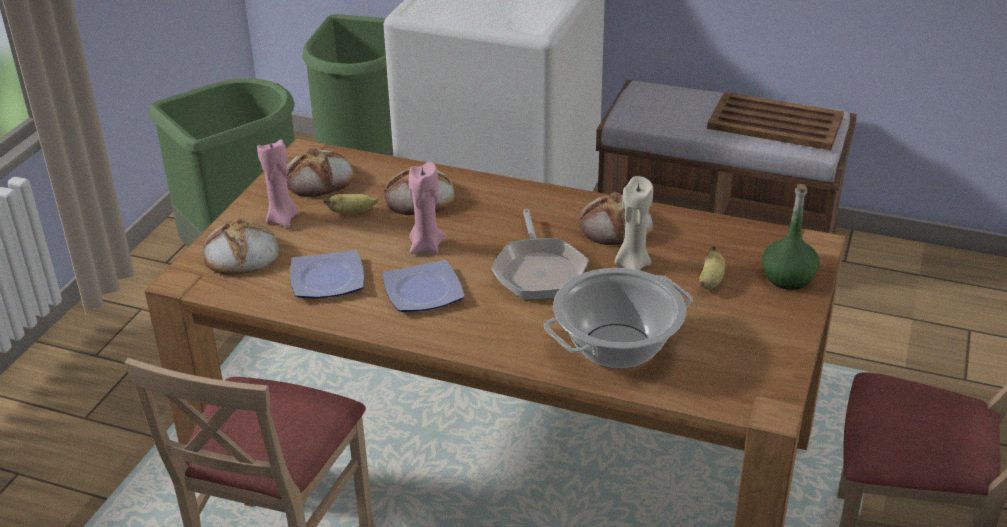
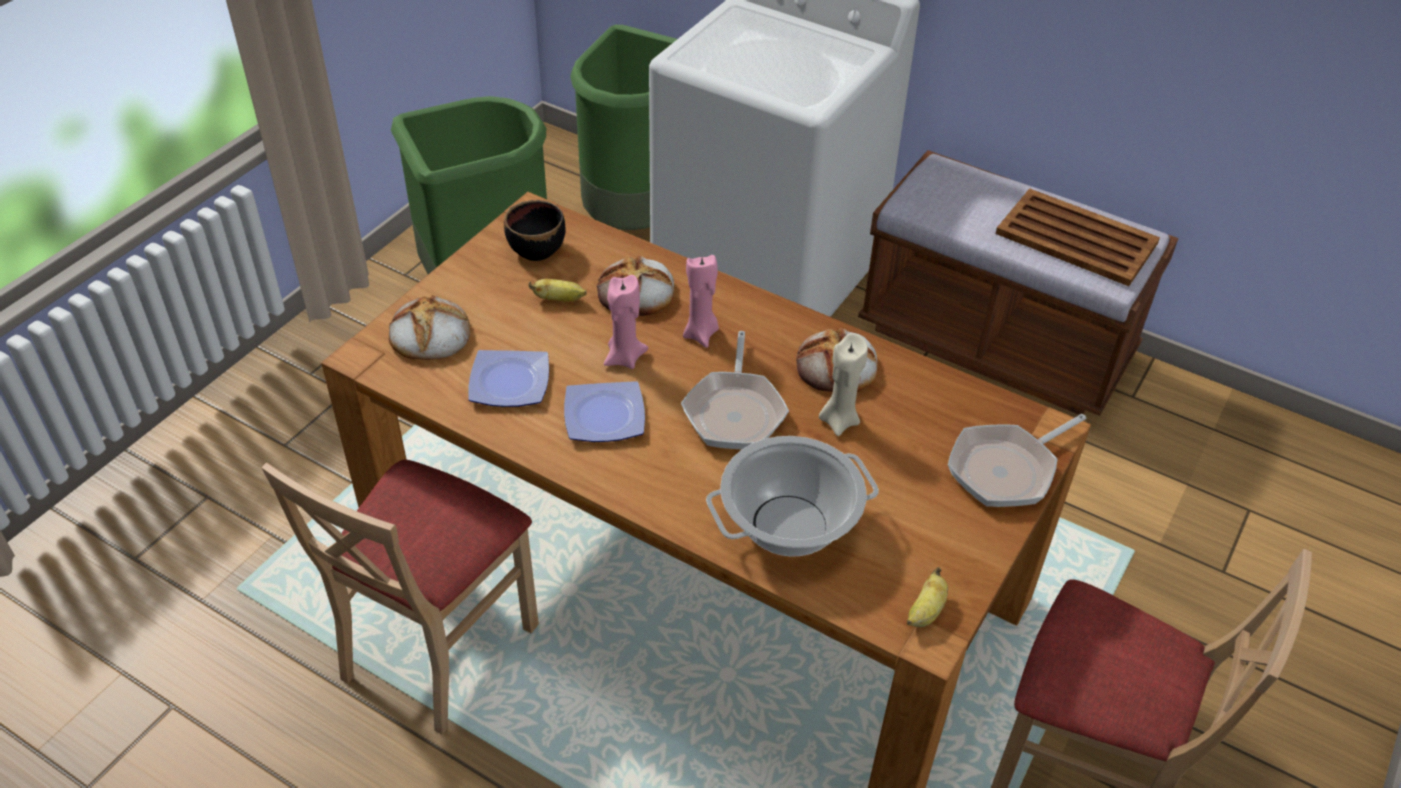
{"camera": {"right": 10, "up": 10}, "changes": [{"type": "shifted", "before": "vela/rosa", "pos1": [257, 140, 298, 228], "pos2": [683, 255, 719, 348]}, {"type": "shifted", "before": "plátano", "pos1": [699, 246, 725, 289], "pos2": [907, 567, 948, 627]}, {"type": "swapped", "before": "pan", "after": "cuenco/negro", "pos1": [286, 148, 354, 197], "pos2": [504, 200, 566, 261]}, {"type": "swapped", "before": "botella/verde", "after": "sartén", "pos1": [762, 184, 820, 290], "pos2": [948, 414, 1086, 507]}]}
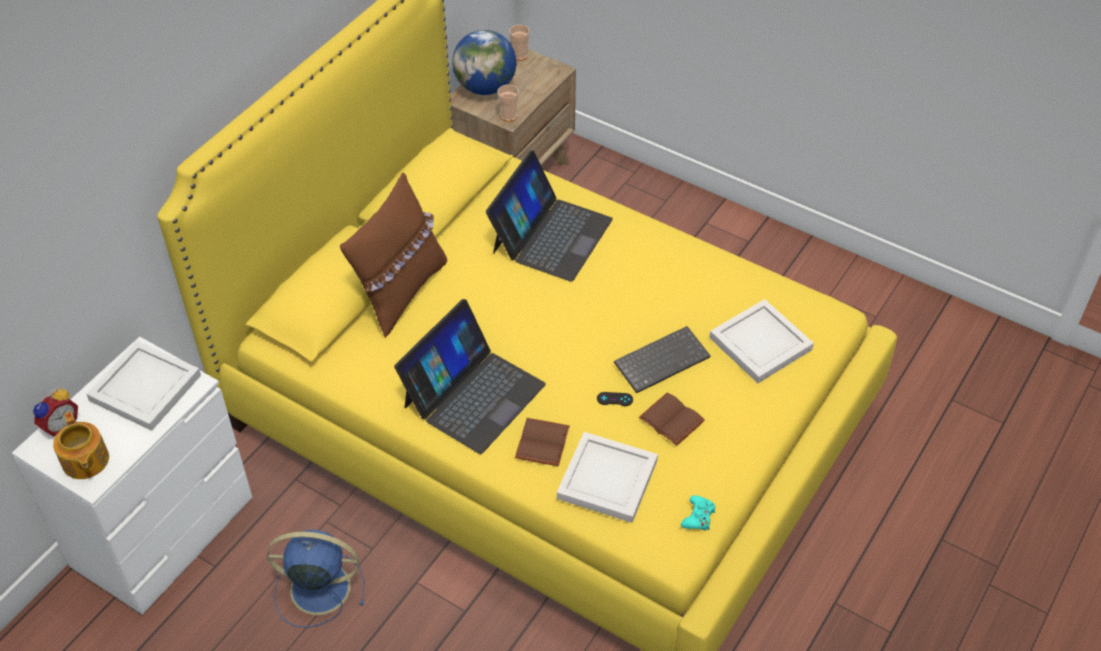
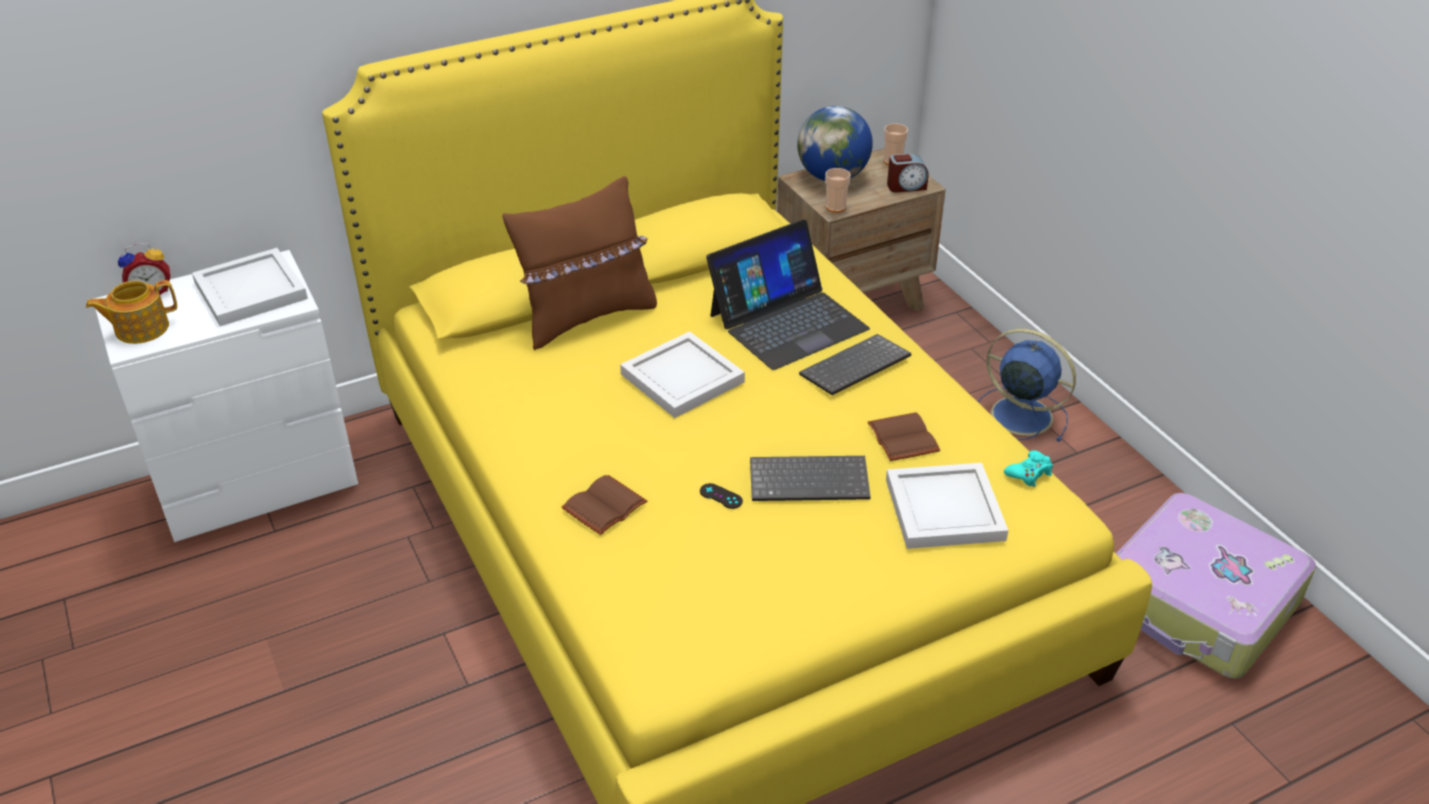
{"camera": {"right": 30, "up": -10}, "changes": [{"type": "gone", "before": "portátil", "pos1": [394, 299, 546, 454]}, {"type": "new", "after": "teclado", "pos2": [799, 334, 911, 395]}, {"type": "new", "after": "despertador", "pos2": [887, 153, 928, 193]}, {"type": "new", "after": "maleta", "pos2": [1116, 493, 1316, 679]}, {"type": "shifted", "before": "ventilador/azul", "pos1": [267, 530, 364, 628], "pos2": [978, 329, 1076, 442]}, {"type": "shifted", "before": "bandeja/blanco", "pos1": [557, 432, 658, 523], "pos2": [620, 331, 745, 418]}, {"type": "shifted", "before": "libro/marrón", "pos1": [639, 393, 705, 446], "pos2": [868, 412, 940, 461]}, {"type": "shifted", "before": "mando de consola/turquesa", "pos1": [681, 495, 715, 530], "pos2": [1004, 450, 1053, 487]}, {"type": "rotated", "before": "tetera", "pos1": [53, 411, 109, 479], "pos2": [86, 280, 177, 344], "turn": 60}]}
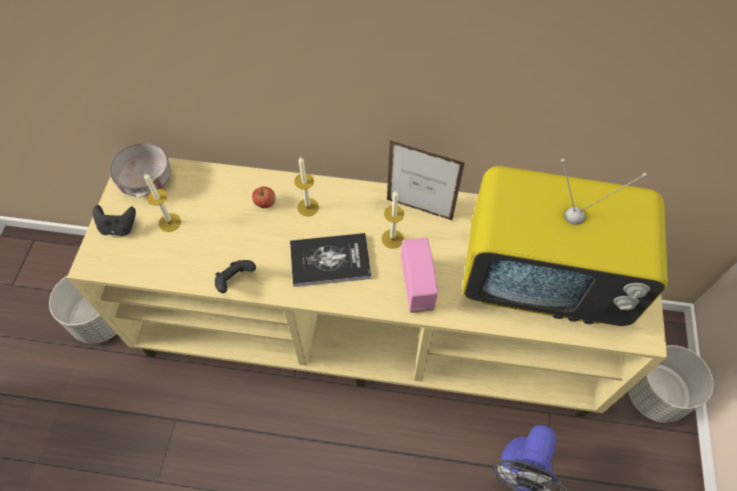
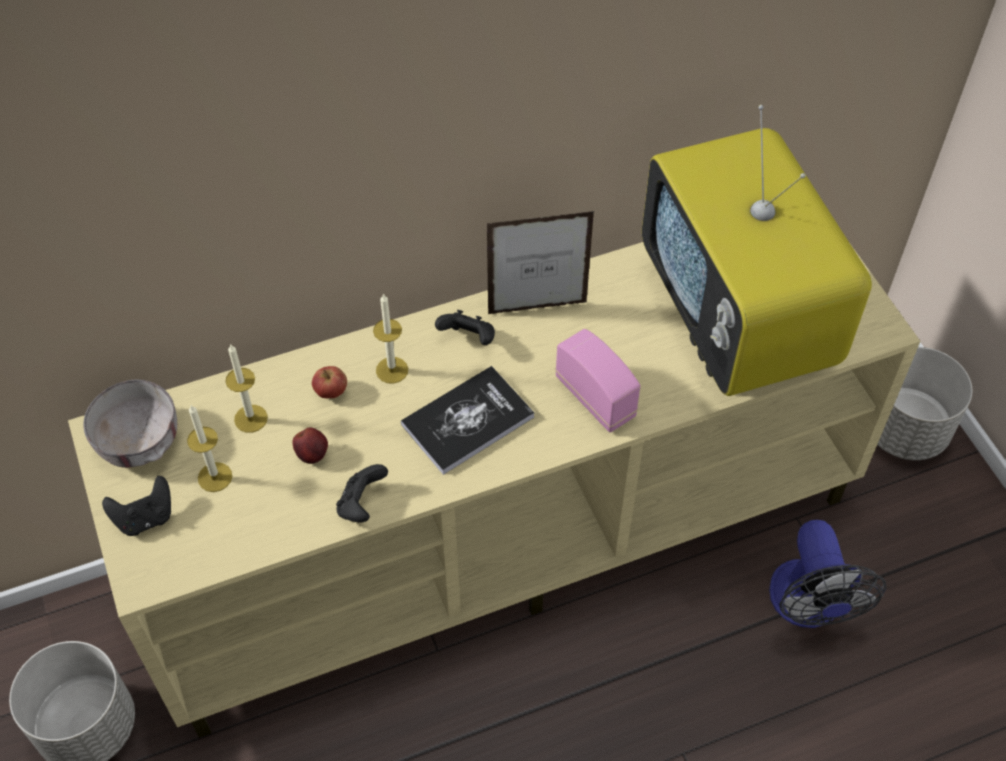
{"camera": {"right": -30, "up": -5}, "changes": [{"type": "new", "after": "manzana", "pos2": [292, 428, 328, 464]}, {"type": "new", "after": "mando de consola/negro", "pos2": [435, 310, 495, 345]}, {"type": "shifted", "before": "vela", "pos1": [381, 191, 404, 249], "pos2": [225, 344, 268, 433]}, {"type": "rotated", "before": "televisor", "pos1": [462, 158, 668, 326], "pos2": [642, 105, 872, 396], "turn": 90}]}
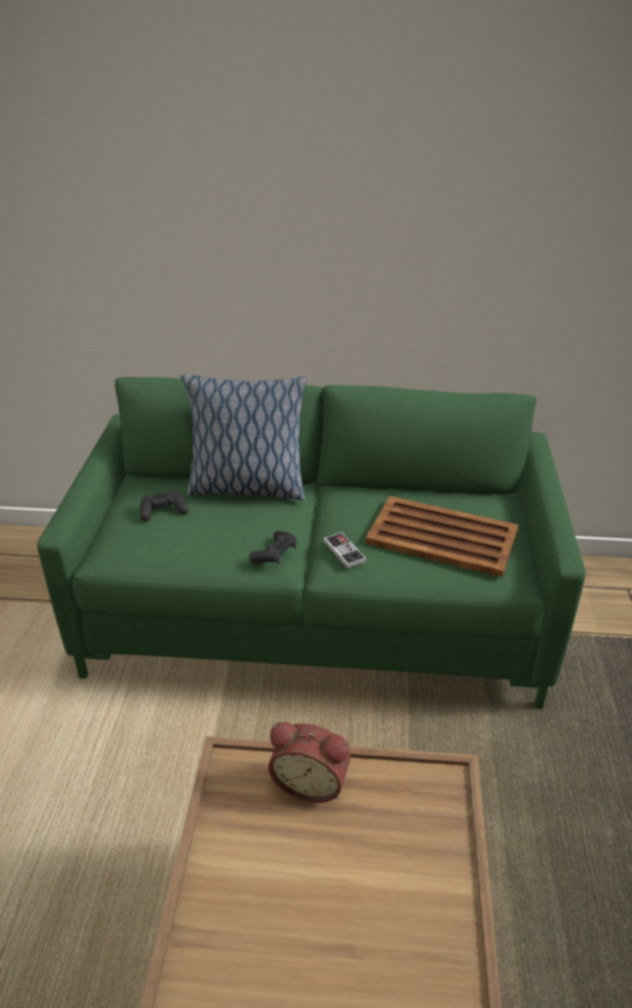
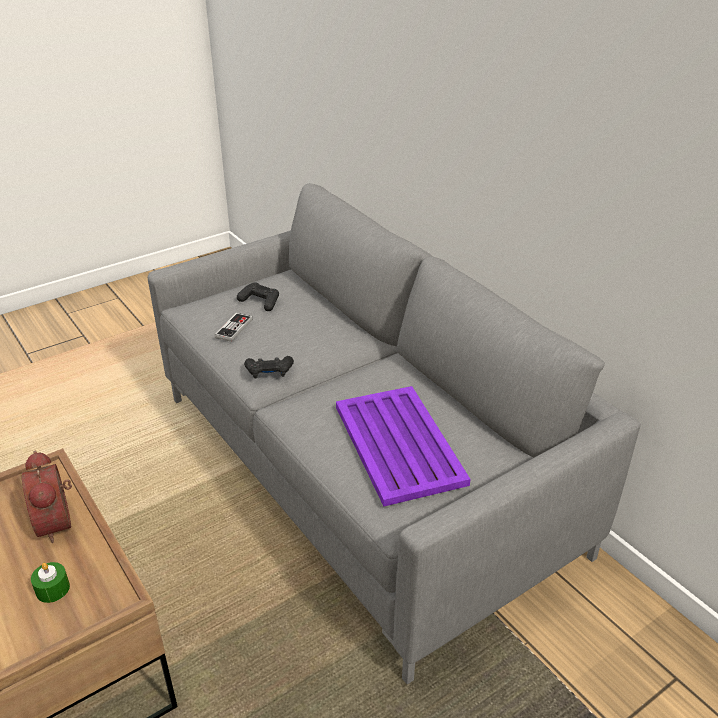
{"camera": {"right": 50, "up": 0}, "changes": [{"type": "gone", "before": "cojín", "pos1": [181, 374, 306, 500]}, {"type": "new", "after": "vela/verde", "pos2": [31, 562, 70, 603]}, {"type": "shifted", "before": "mando de consola", "pos1": [323, 532, 366, 569], "pos2": [215, 313, 253, 342]}, {"type": "repainted", "before": "sofá/verde", "after": "sofá/gris", "pos1": [37, 377, 586, 709], "pos2": [148, 183, 641, 684]}, {"type": "repainted", "before": "bandeja/marrón", "after": "bandeja/morado", "pos1": [365, 496, 518, 577], "pos2": [336, 386, 471, 507]}]}
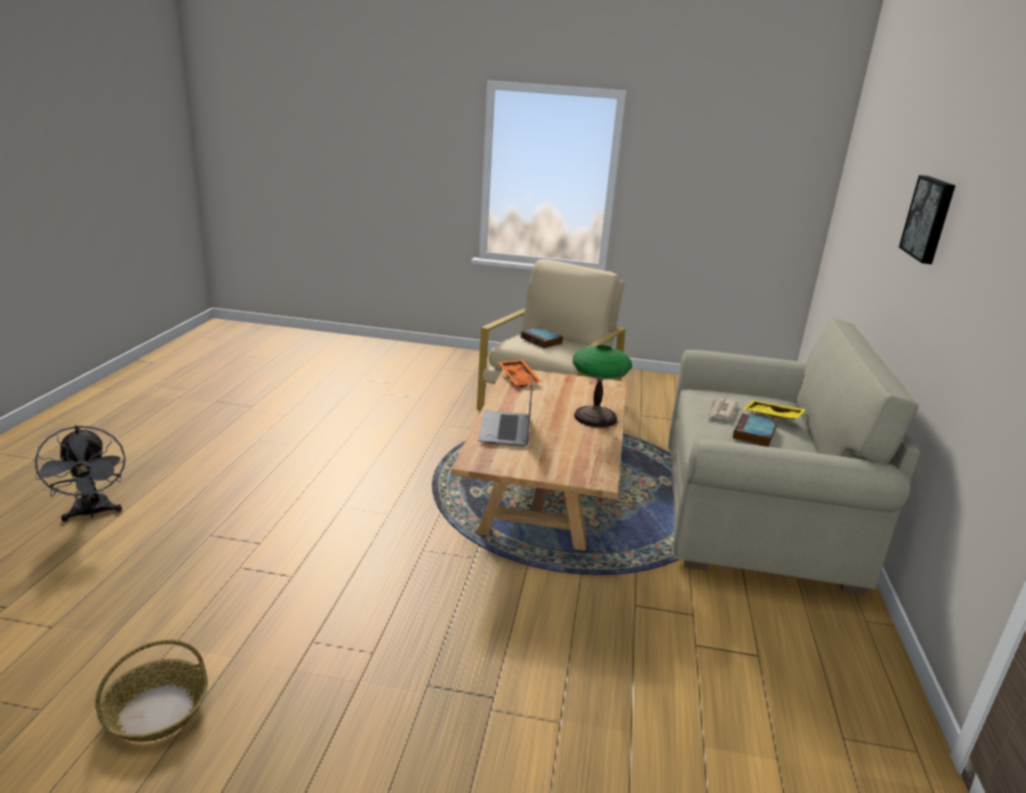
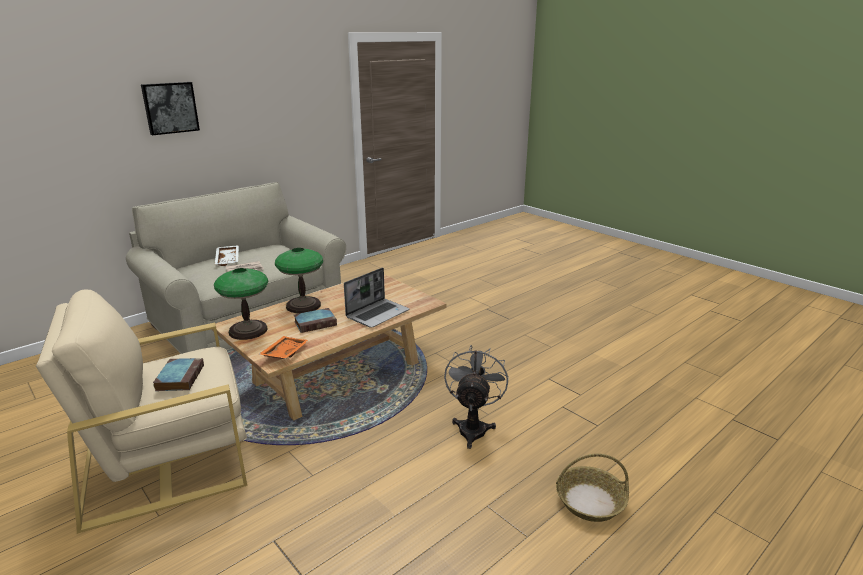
{"camera": {"right": -140, "up": 0}, "changes": [{"type": "new", "after": "lámpara de mesa", "pos2": [214, 268, 268, 340]}, {"type": "shifted", "before": "ventilador/gris", "pos1": [35, 425, 126, 522], "pos2": [444, 345, 509, 449]}, {"type": "shifted", "before": "cesta", "pos1": [95, 640, 208, 742], "pos2": [556, 453, 629, 522]}, {"type": "shifted", "before": "libro", "pos1": [733, 413, 777, 447], "pos2": [294, 308, 337, 333]}, {"type": "repainted", "before": "bandeja/amarillo", "after": "bandeja/blanco", "pos1": [742, 400, 806, 420], "pos2": [215, 245, 239, 266]}]}
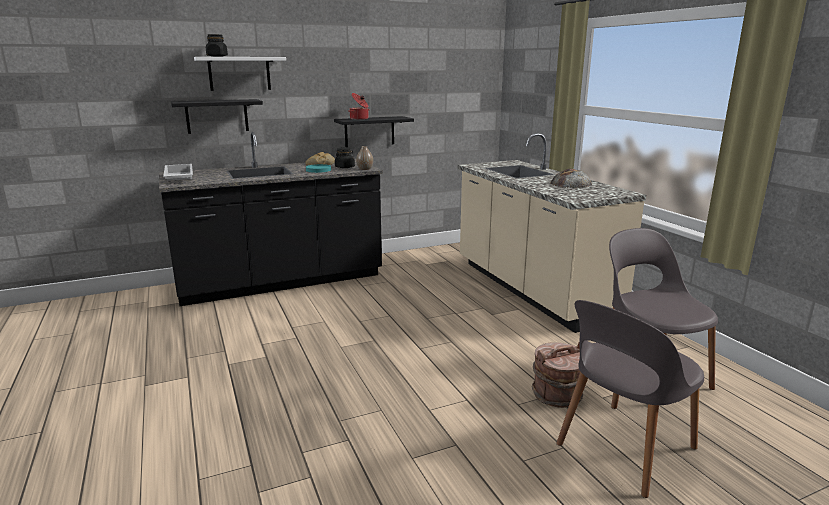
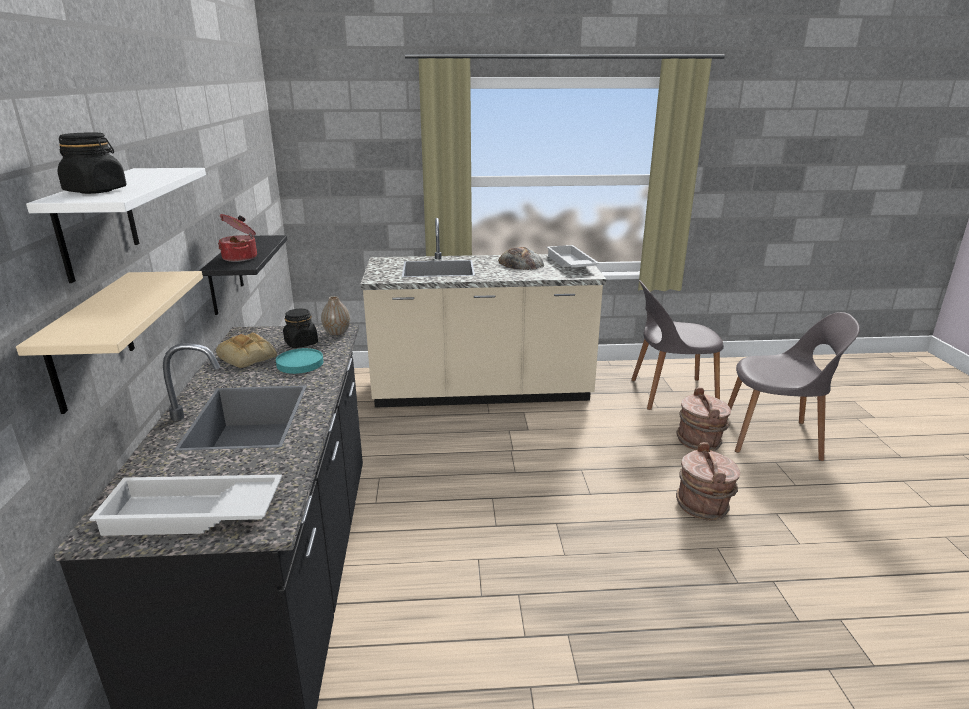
{"camera": {"right": -70, "up": 5}, "changes": [{"type": "new", "after": "bandeja/blanco", "pos2": [547, 245, 599, 267]}, {"type": "new", "after": "cubo/marrón", "pos2": [676, 442, 740, 521]}, {"type": "repainted", "before": "estante/negro", "after": "estante/beis", "pos1": [171, 99, 263, 134], "pos2": [16, 271, 203, 414]}, {"type": "rotated", "before": "silla/gris", "pos1": [556, 300, 704, 498], "pos2": [728, 312, 860, 461], "turn": -60}]}
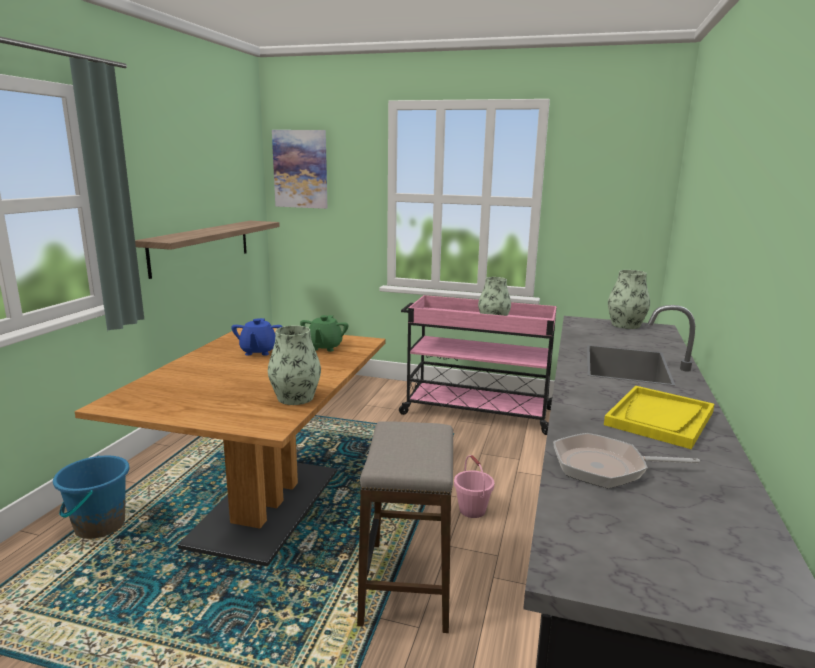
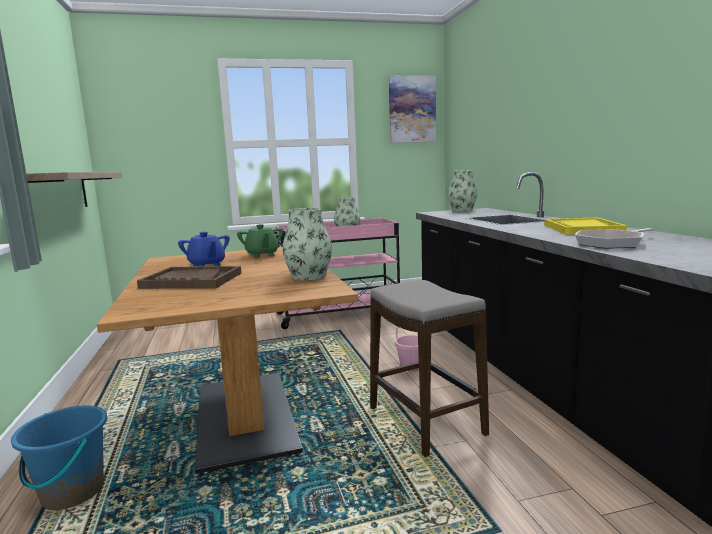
{"camera": {"right": -30, "up": -5}, "changes": [{"type": "new", "after": "bandeja/marrón", "pos2": [137, 266, 241, 289]}, {"type": "shifted", "before": "cuadro", "pos1": [272, 130, 327, 209], "pos2": [389, 75, 436, 143]}]}
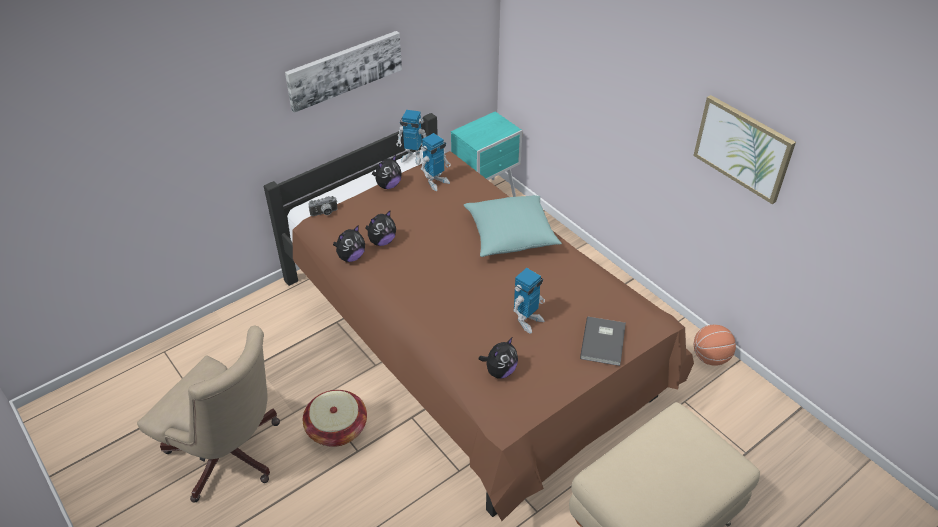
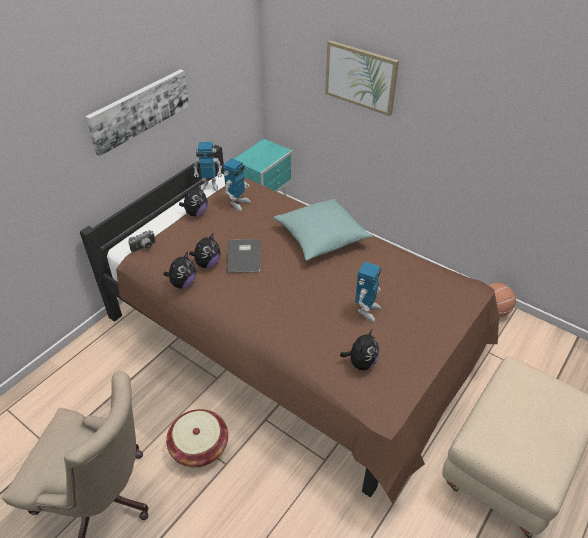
{"camera": {"right": -15, "up": 0}, "changes": [{"type": "shifted", "before": "libro/gris", "pos1": [580, 317, 626, 366], "pos2": [227, 239, 260, 273]}, {"type": "shifted", "before": "cuadro", "pos1": [693, 95, 796, 204], "pos2": [325, 40, 399, 116]}]}
